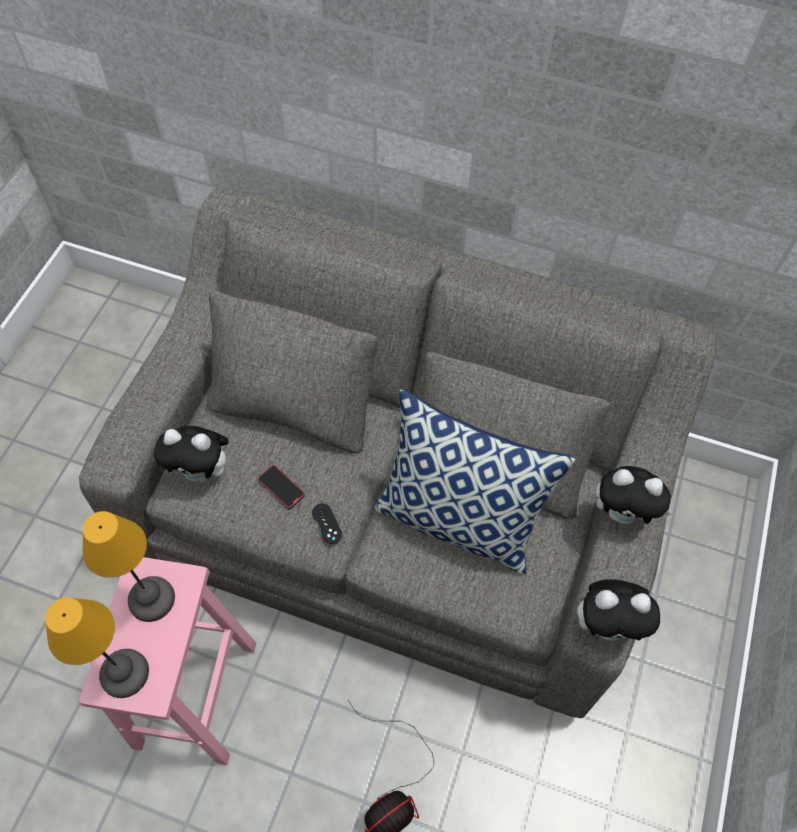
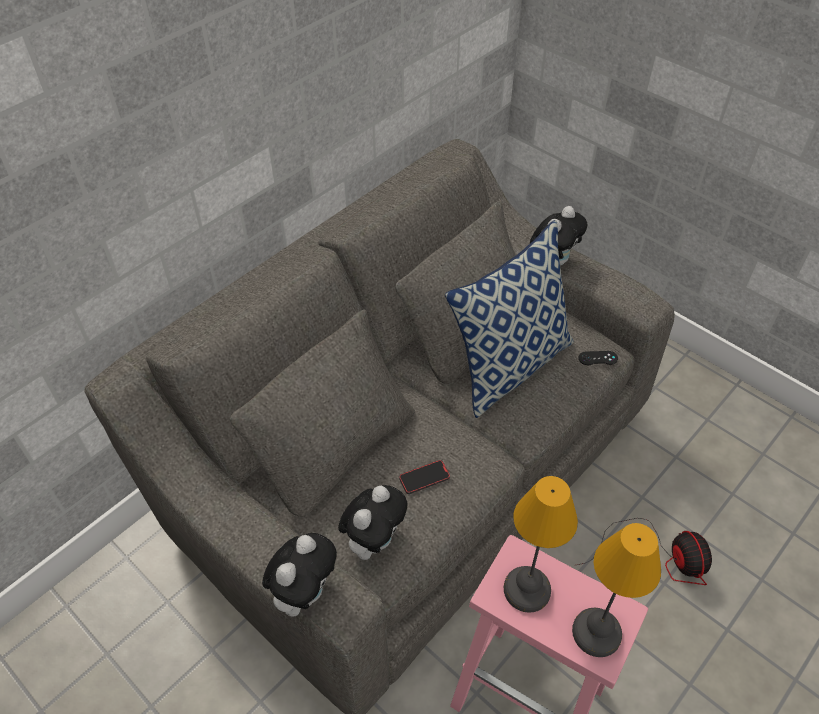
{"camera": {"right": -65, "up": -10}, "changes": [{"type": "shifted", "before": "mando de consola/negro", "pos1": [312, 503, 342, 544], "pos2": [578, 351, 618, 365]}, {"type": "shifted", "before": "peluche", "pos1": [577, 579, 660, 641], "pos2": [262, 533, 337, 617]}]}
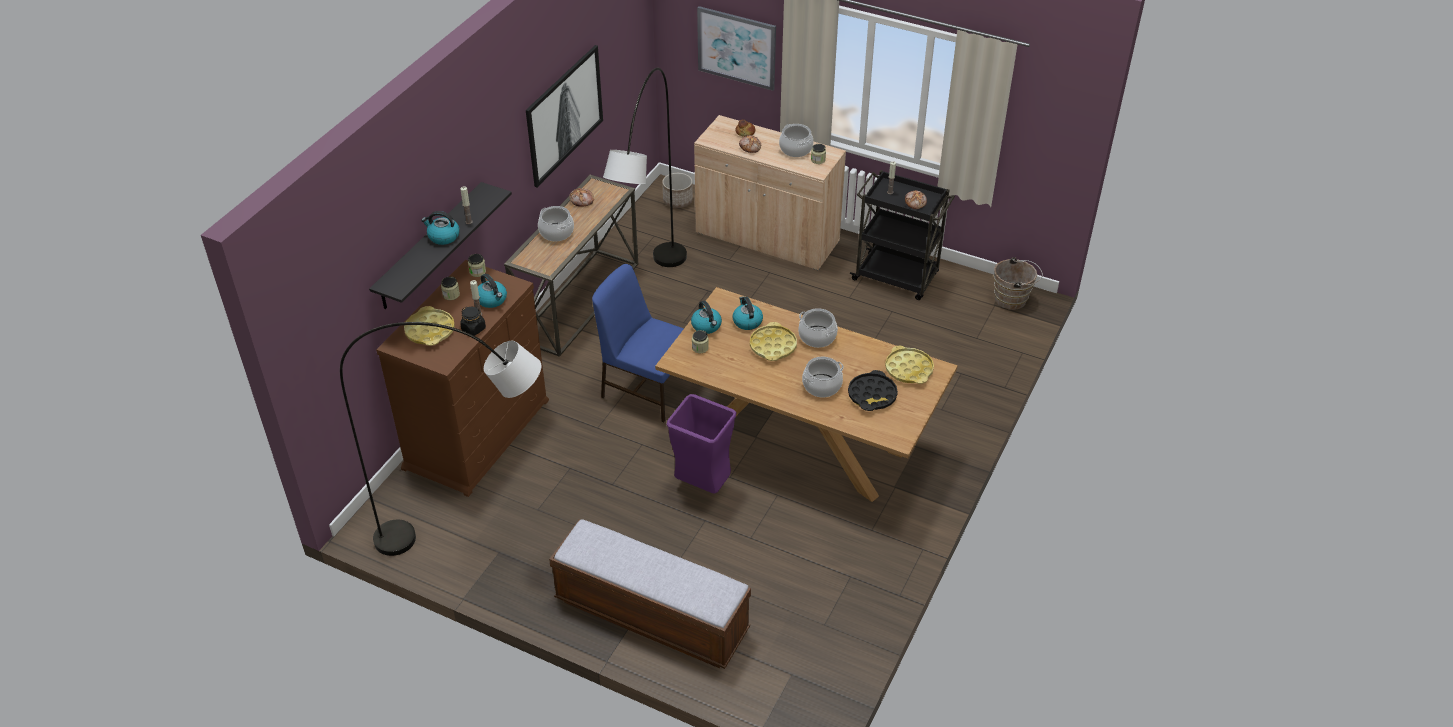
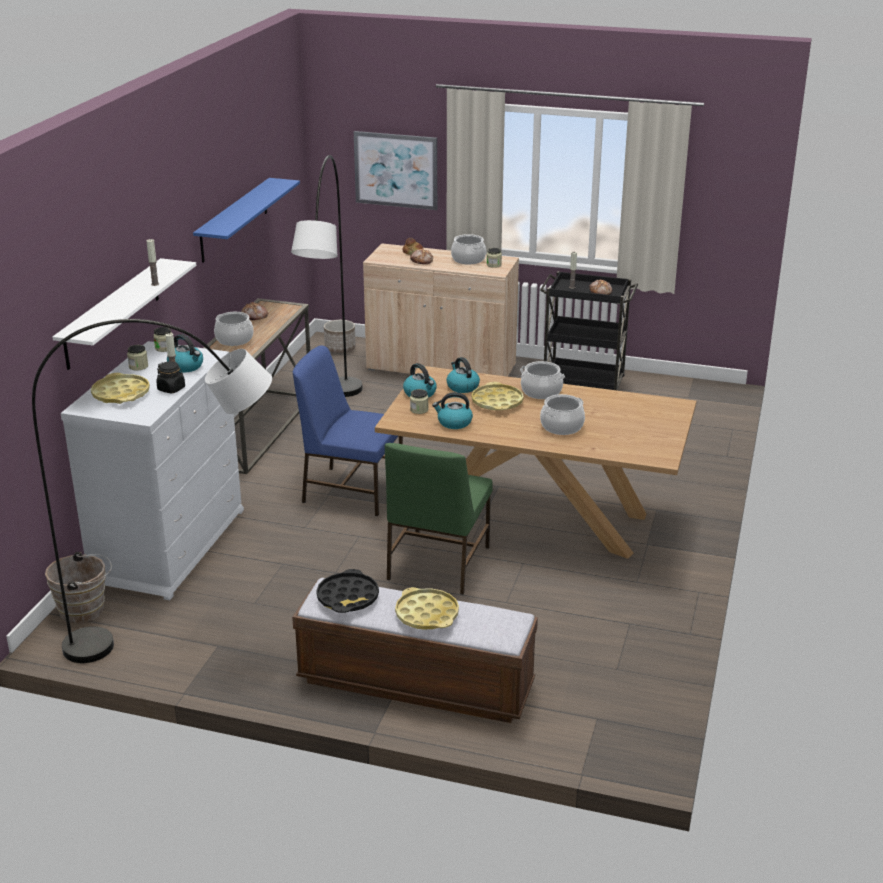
{"camera": {"right": -10, "up": -15}, "changes": [{"type": "shifted", "before": "hervidor", "pos1": [421, 211, 460, 245], "pos2": [432, 392, 473, 429]}, {"type": "shifted", "before": "bandeja/negro", "pos1": [848, 370, 898, 411], "pos2": [316, 569, 379, 613]}, {"type": "shifted", "before": "bandeja/amarillo", "pos1": [885, 345, 934, 384], "pos2": [395, 587, 459, 630]}, {"type": "shifted", "before": "cubo/marrón", "pos1": [994, 257, 1043, 310], "pos2": [45, 552, 112, 624]}, {"type": "swapped", "before": "cuadro", "after": "estante/azul", "pos1": [526, 45, 603, 187], "pos2": [193, 178, 300, 263]}, {"type": "swapped", "before": "papelera/morado", "after": "silla/verde", "pos1": [667, 394, 737, 494], "pos2": [385, 443, 493, 595]}, {"type": "repainted", "before": "estante/negro", "after": "estante/blanco", "pos1": [369, 182, 512, 309], "pos2": [53, 258, 196, 370]}, {"type": "repainted", "before": "cómoda/marrón", "after": "cómoda/blanco", "pos1": [376, 260, 549, 497], "pos2": [61, 341, 244, 600]}]}
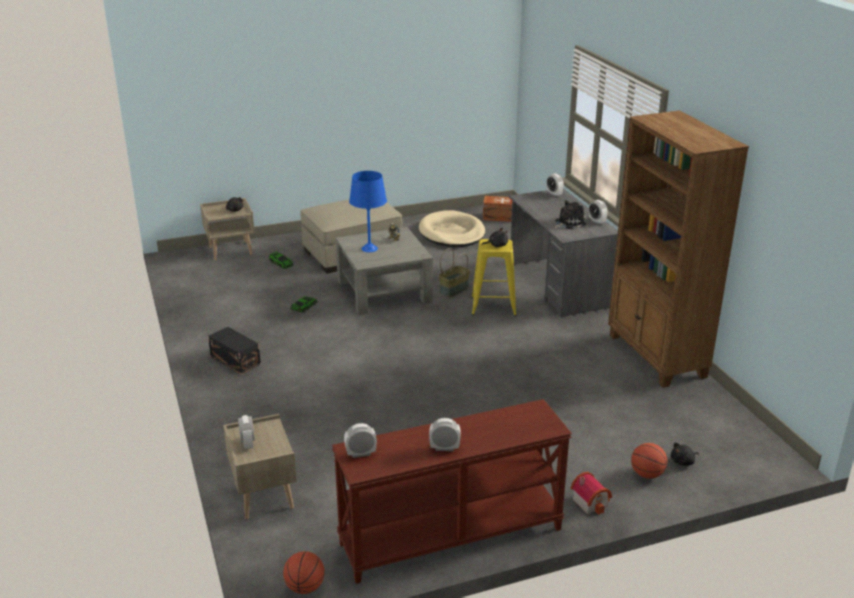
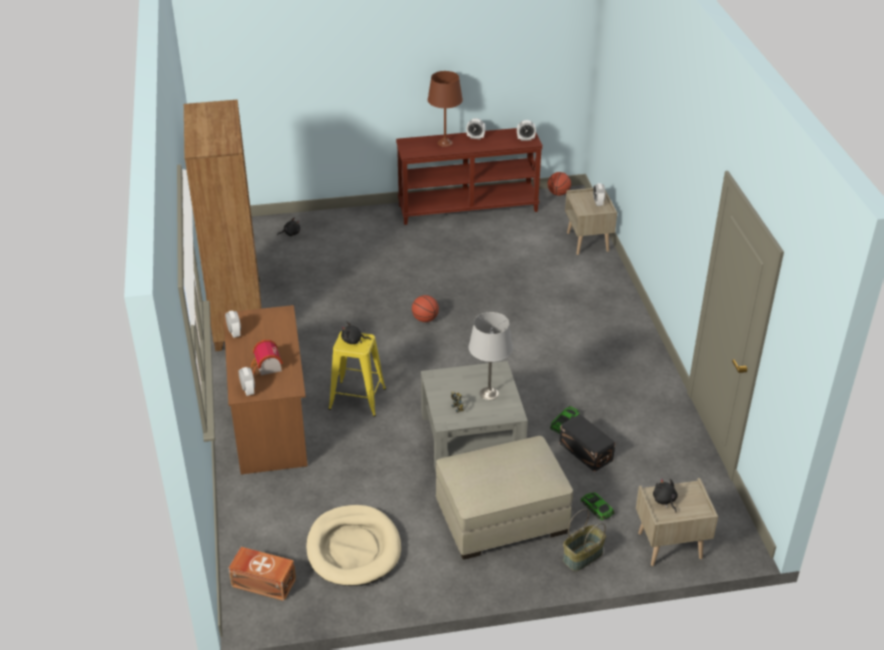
{"camera": {"right": -170, "up": 10}, "changes": [{"type": "gone", "before": "peluche", "pos1": [553, 200, 586, 229]}, {"type": "new", "after": "lámpara de mesa/marrón", "pos2": [428, 71, 463, 147]}, {"type": "shifted", "before": "caja de almacenaje/negro", "pos1": [208, 327, 261, 375], "pos2": [559, 414, 615, 472]}, {"type": "shifted", "before": "cesta", "pos1": [439, 248, 470, 297], "pos2": [563, 509, 606, 571]}, {"type": "shifted", "before": "casita", "pos1": [570, 472, 612, 515], "pos2": [251, 340, 283, 375]}, {"type": "shifted", "before": "balón de baloncesto", "pos1": [631, 443, 667, 479], "pos2": [412, 295, 439, 322]}, {"type": "repainted", "before": "lámpara de mesa/azul", "after": "lámpara de mesa/gris", "pos1": [349, 171, 387, 252], "pos2": [469, 312, 513, 400]}, {"type": "repainted", "before": "escritorio/gris", "after": "escritorio/marrón", "pos1": [509, 189, 618, 317], "pos2": [223, 305, 308, 475]}]}
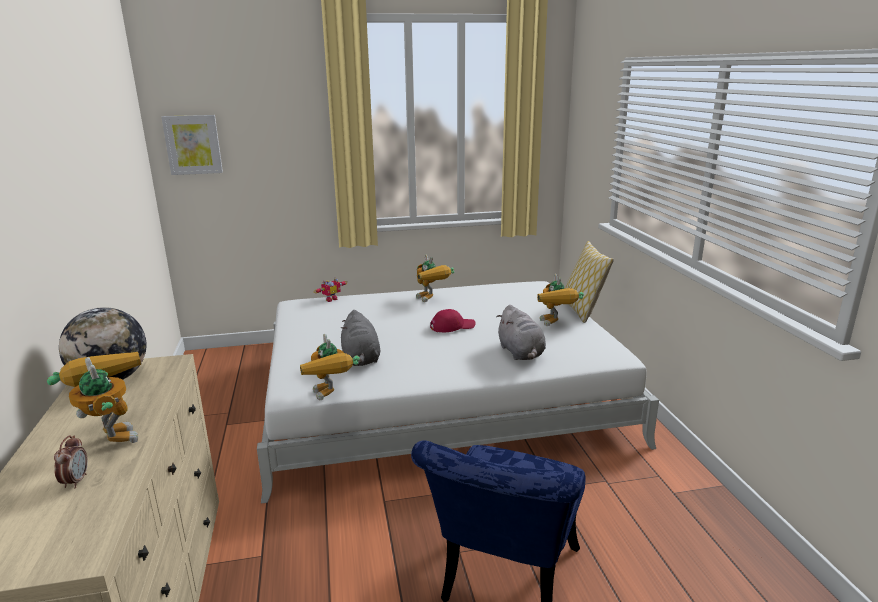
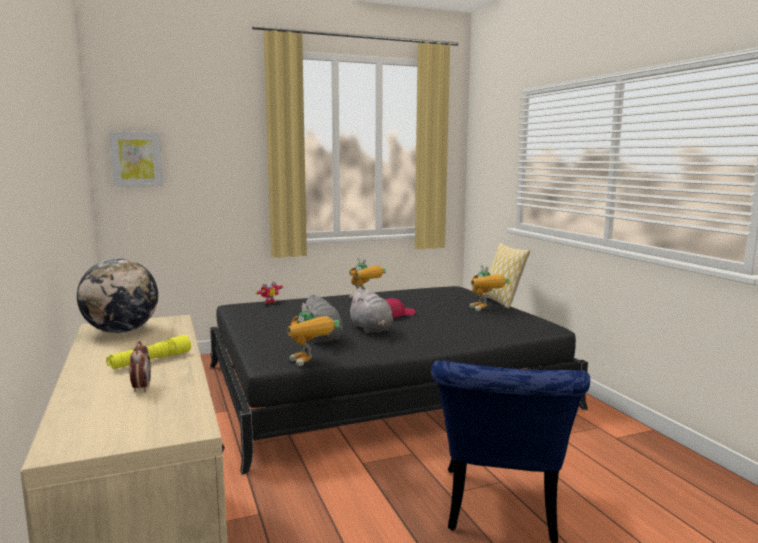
{"camera": {"right": -10, "up": -10}, "changes": [{"type": "shifted", "before": "peluche/gris", "pos1": [496, 305, 546, 360], "pos2": [348, 288, 393, 334]}, {"type": "swapped", "before": "robot de juguete", "after": "linterna/amarillo", "pos1": [47, 352, 141, 443], "pos2": [106, 335, 191, 369]}, {"type": "repainted", "before": "cama/blanco", "after": "cama/negro", "pos1": [257, 281, 659, 504], "pos2": [210, 286, 588, 474]}]}
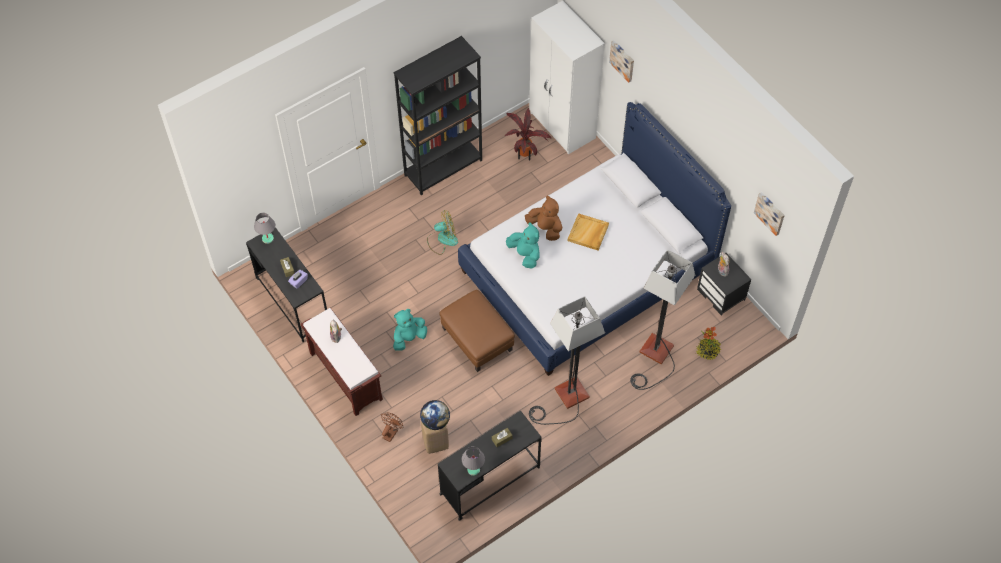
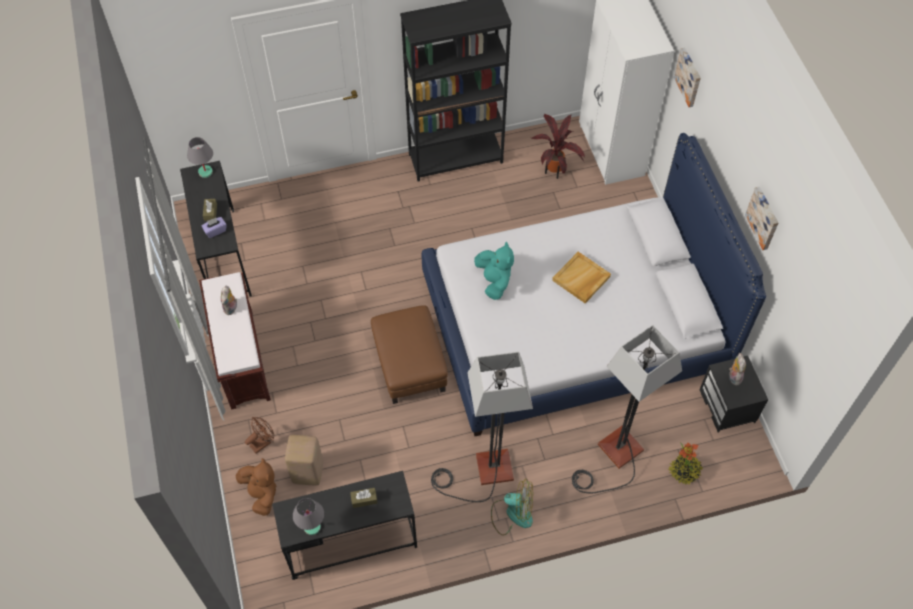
{"camera": {"right": 20, "up": 0}, "changes": [{"type": "gone", "before": "peluche/turquesa", "pos1": [393, 309, 427, 351]}, {"type": "gone", "before": "globo terráqueo", "pos1": [420, 400, 450, 430]}, {"type": "shifted", "before": "ventilador", "pos1": [427, 210, 458, 255], "pos2": [491, 480, 533, 536]}, {"type": "shifted", "before": "peluche/marrón", "pos1": [525, 196, 562, 241], "pos2": [235, 458, 276, 516]}, {"type": "shifted", "before": "cuadro", "pos1": [754, 192, 785, 236], "pos2": [745, 187, 779, 250]}]}
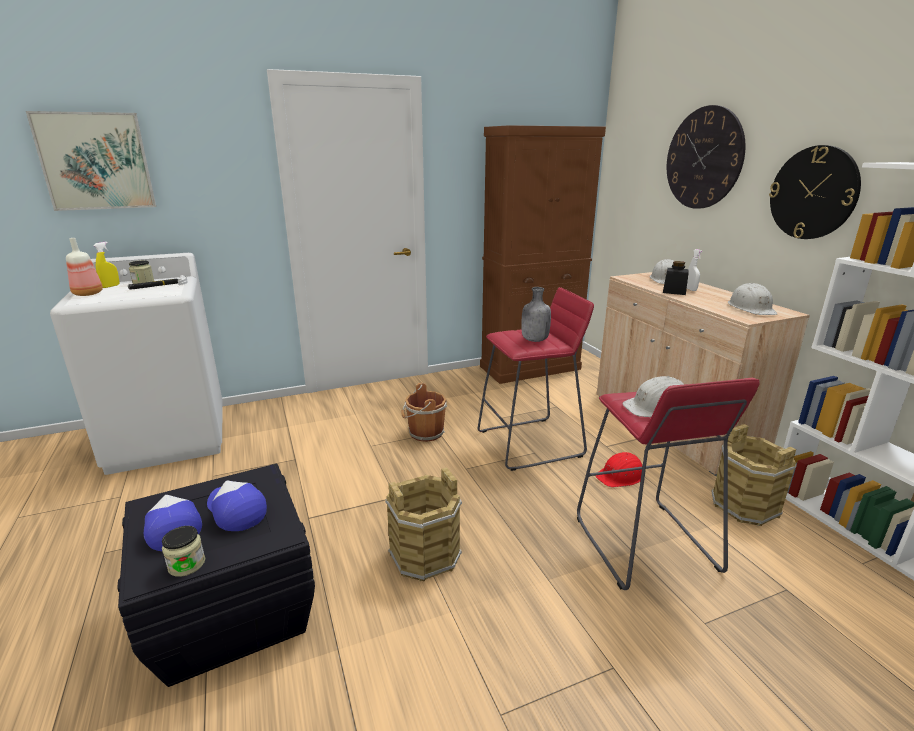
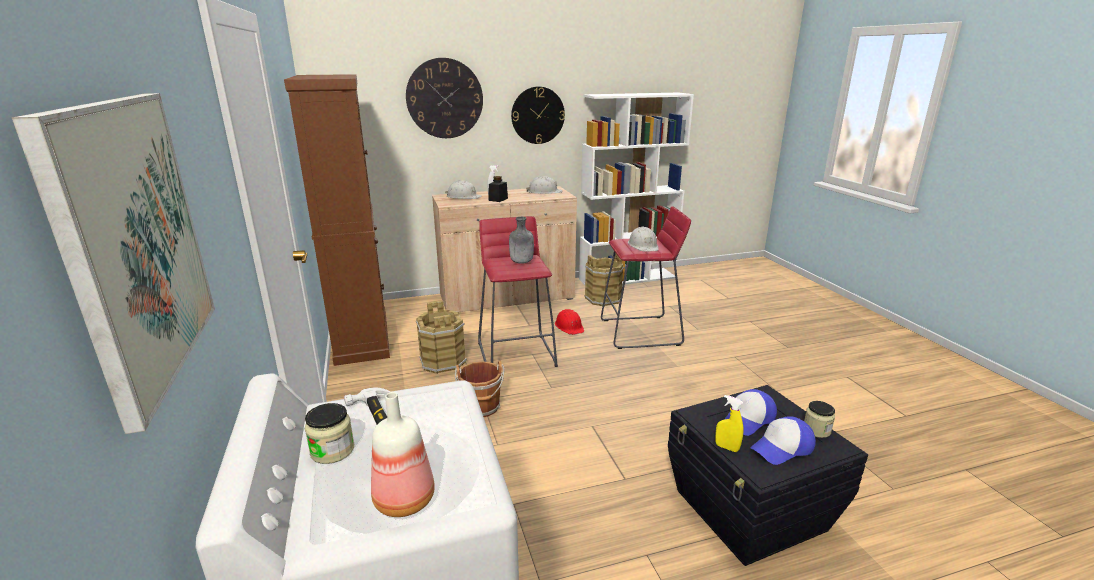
{"camera": {"right": -85, "up": 0}, "changes": [{"type": "shifted", "before": "pulverizador/amarillo", "pos1": [93, 242, 119, 288], "pos2": [715, 395, 743, 452]}, {"type": "shifted", "before": "cubo/marrón", "pos1": [385, 467, 462, 582], "pos2": [416, 300, 467, 374]}]}
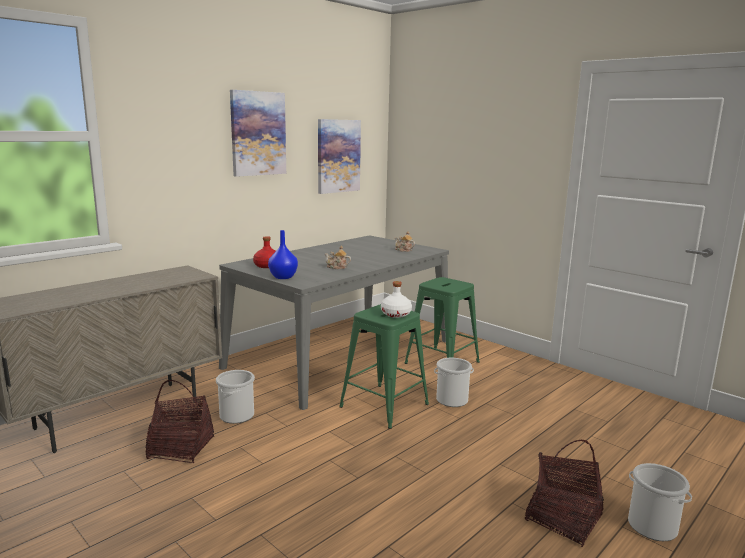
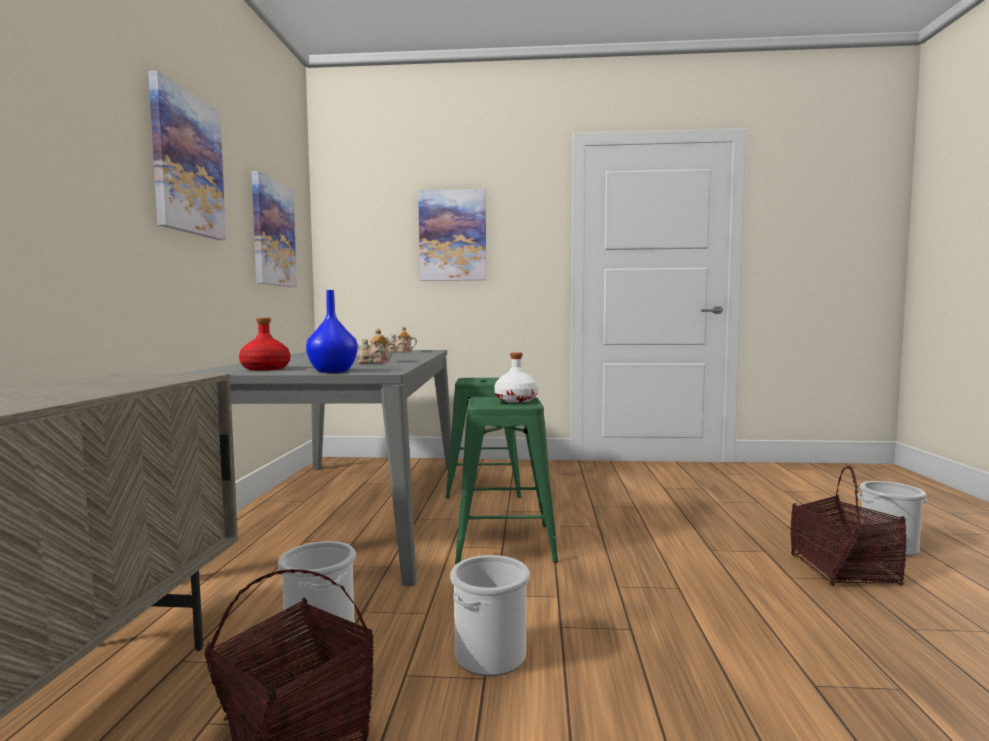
{"camera": {"right": -40, "up": -10}, "changes": [{"type": "new", "after": "cuadro", "pos2": [418, 189, 486, 281]}, {"type": "shifted", "before": "cubo", "pos1": [434, 358, 474, 407], "pos2": [450, 555, 530, 677]}]}
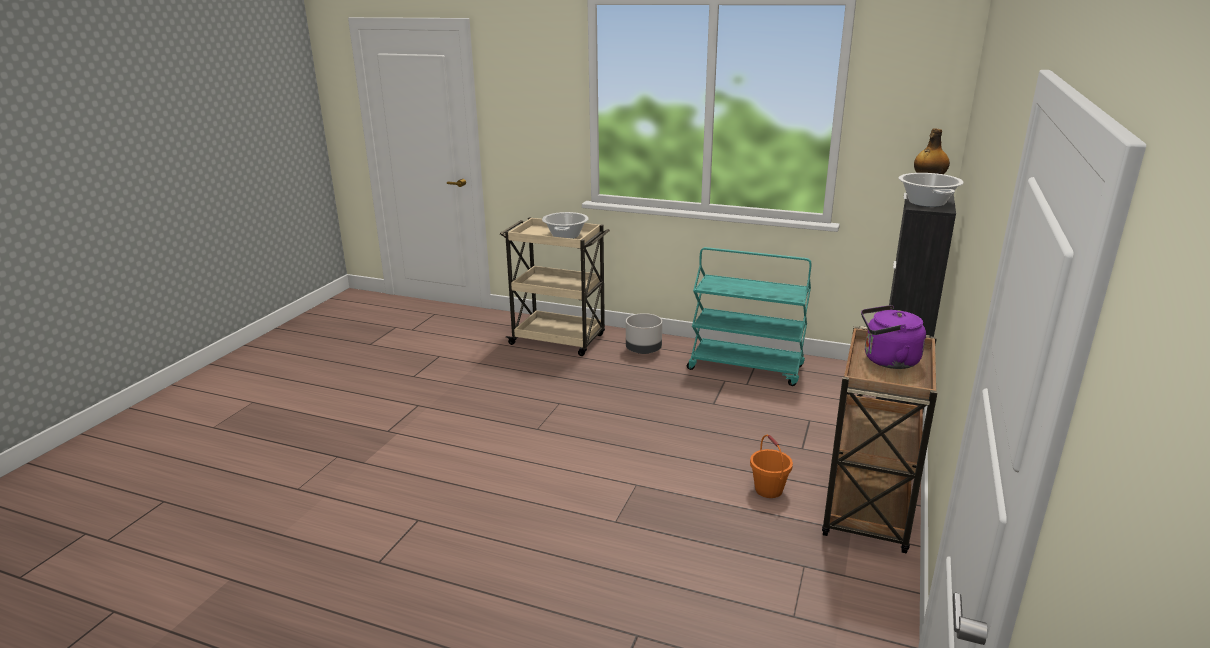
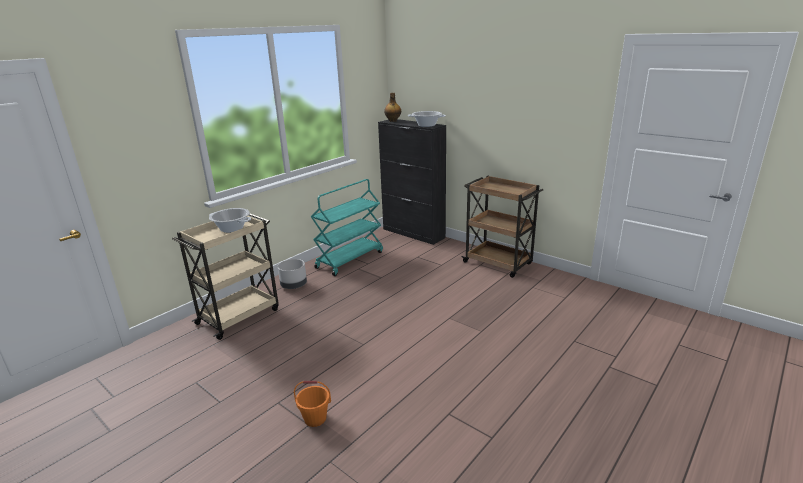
{"camera": {"right": -70, "up": 0}, "changes": [{"type": "gone", "before": "hervidor/morado", "pos1": [861, 305, 926, 369]}, {"type": "shifted", "before": "cubo/naranja", "pos1": [750, 435, 793, 498], "pos2": [294, 381, 331, 427]}]}
